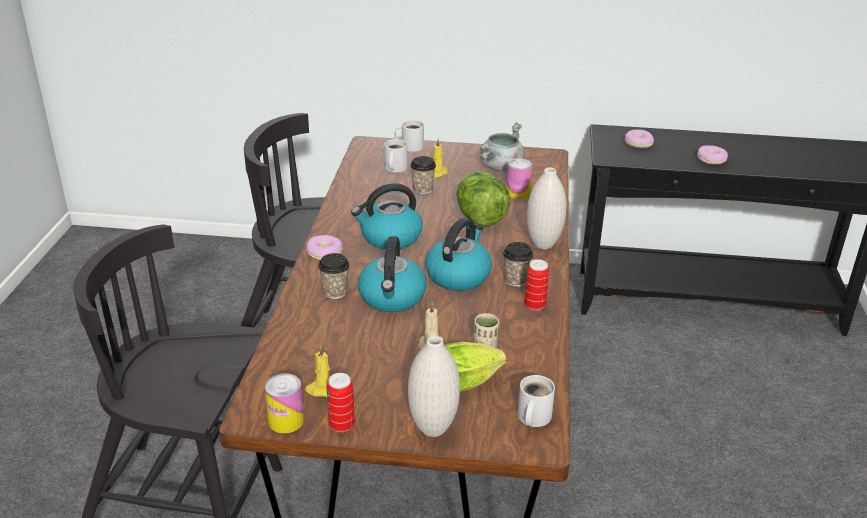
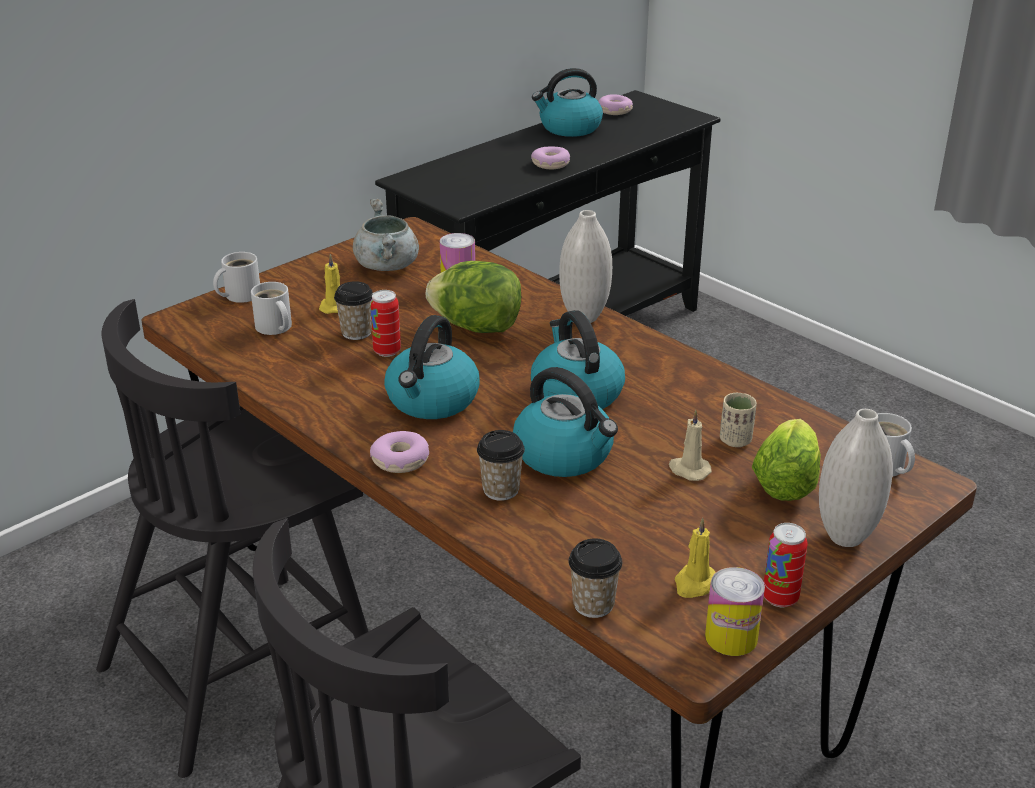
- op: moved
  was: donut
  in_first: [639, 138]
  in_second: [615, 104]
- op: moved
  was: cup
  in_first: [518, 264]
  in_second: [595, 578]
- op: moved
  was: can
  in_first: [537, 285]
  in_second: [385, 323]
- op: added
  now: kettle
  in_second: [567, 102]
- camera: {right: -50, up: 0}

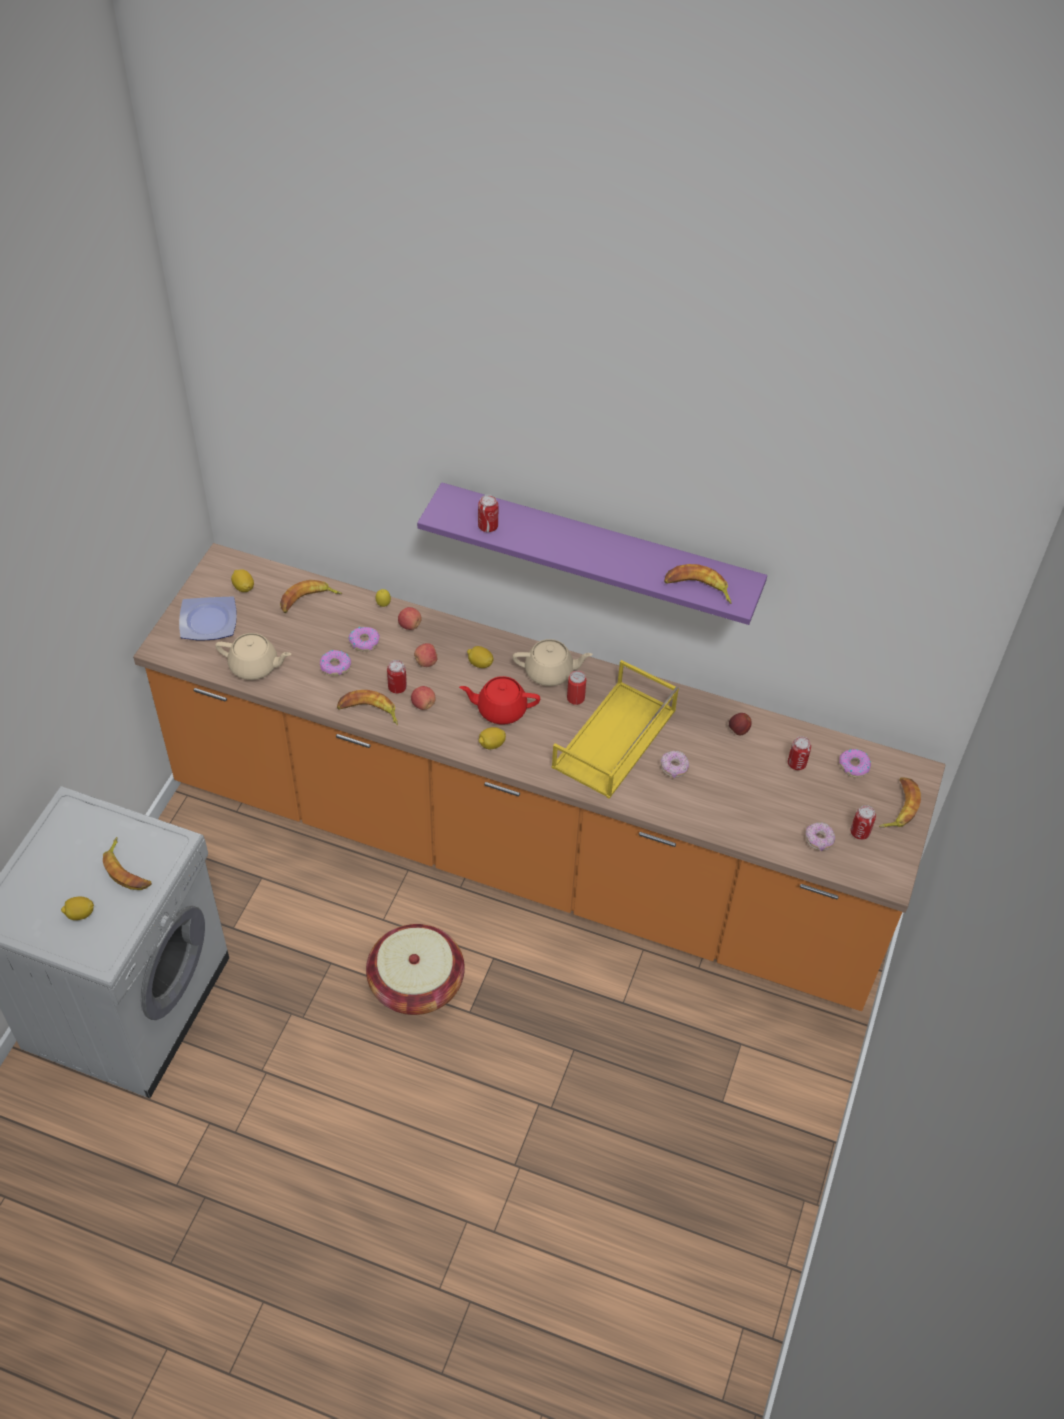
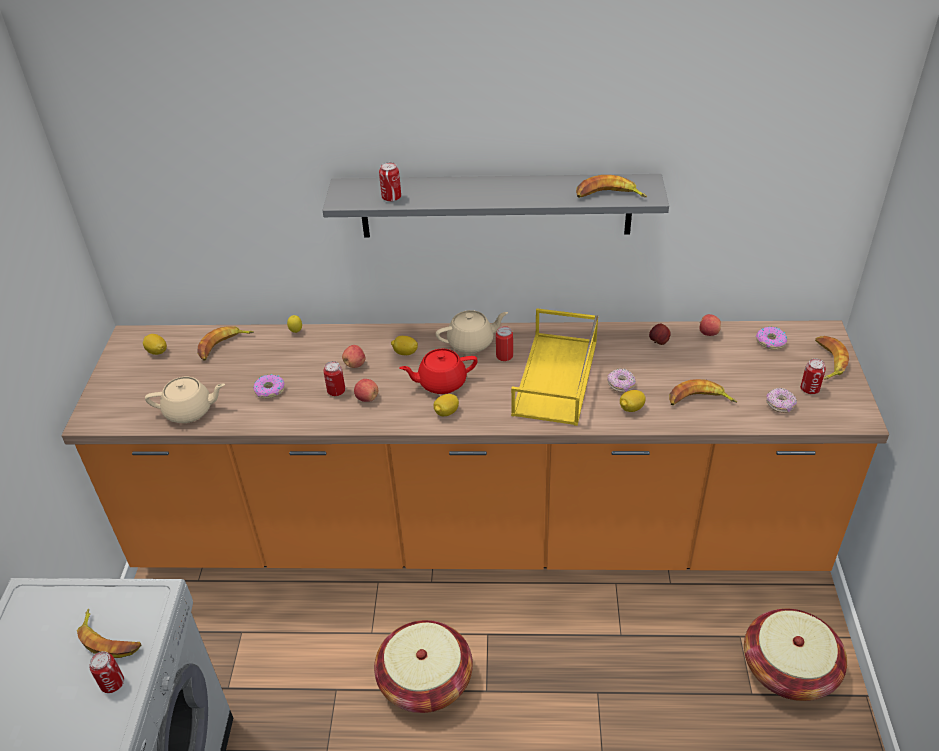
- op: recoloured
  was: purple shelf
  now: grey shelf
  in_first: [592, 553]
  in_second: [495, 206]
- op: removed
  was: plate
  in_first: [208, 618]
- op: moved
  was: apple
  in_first: [410, 618]
  in_second: [710, 325]
- op: removed
  was: donut
  in_first: [364, 639]
- op: moved
  was: banana
  in_first: [367, 707]
  in_second: [703, 392]
- op: moved
  was: can
  in_first: [799, 753]
  in_second: [106, 672]
- op: moved
  was: lemon
  in_first: [77, 908]
  in_second: [633, 401]
- op: added
  now: basket
  in_second: [795, 654]
- camera: {right: -15, up: -10}

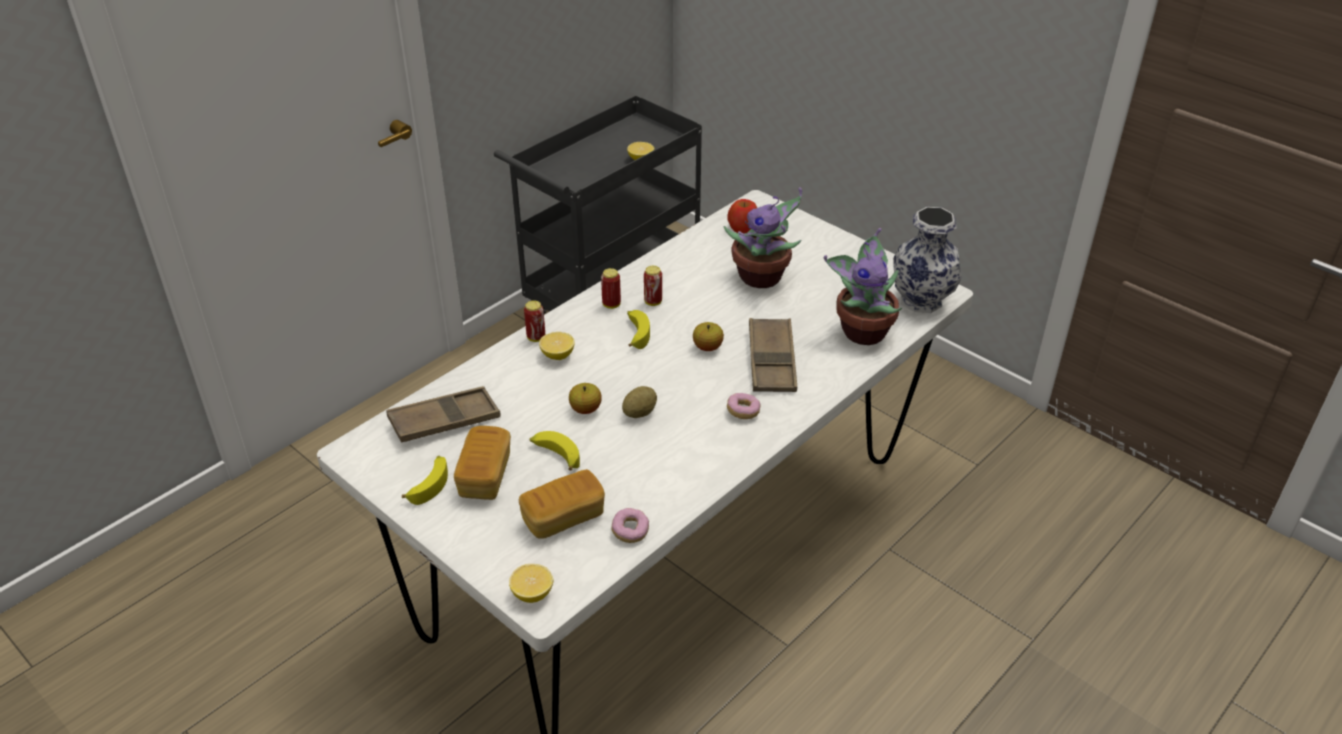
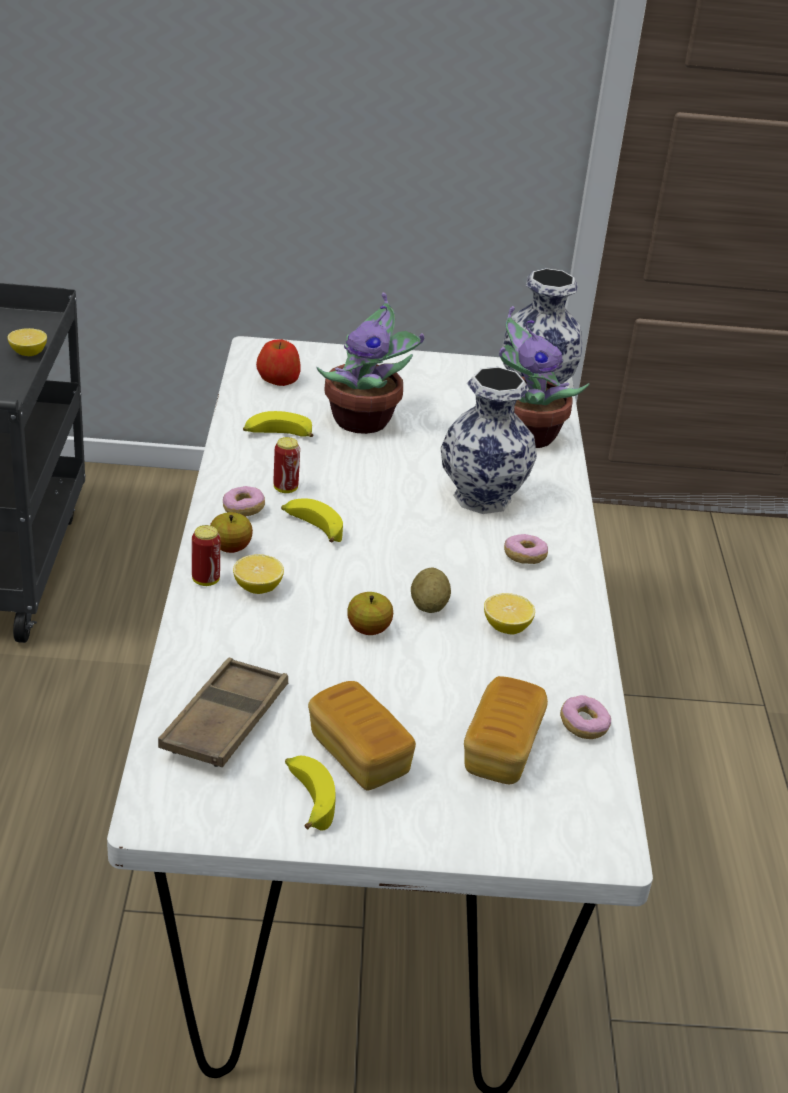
- op: replaced
  was: can
  now: donut
  in_first: [611, 288]
  in_second: [244, 501]
- op: replaced
  was: brown tray
  now: vase
  in_first: [773, 355]
  in_second: [489, 440]
- op: moved
  was: apple
  in_first: [708, 336]
  in_second: [231, 532]
- op: moved
  was: banana
  in_first: [555, 451]
  in_second: [278, 424]
- op: moved
  was: lemon
  in_first: [531, 583]
  in_second: [509, 614]
- camera: {right: -45, up: -5}

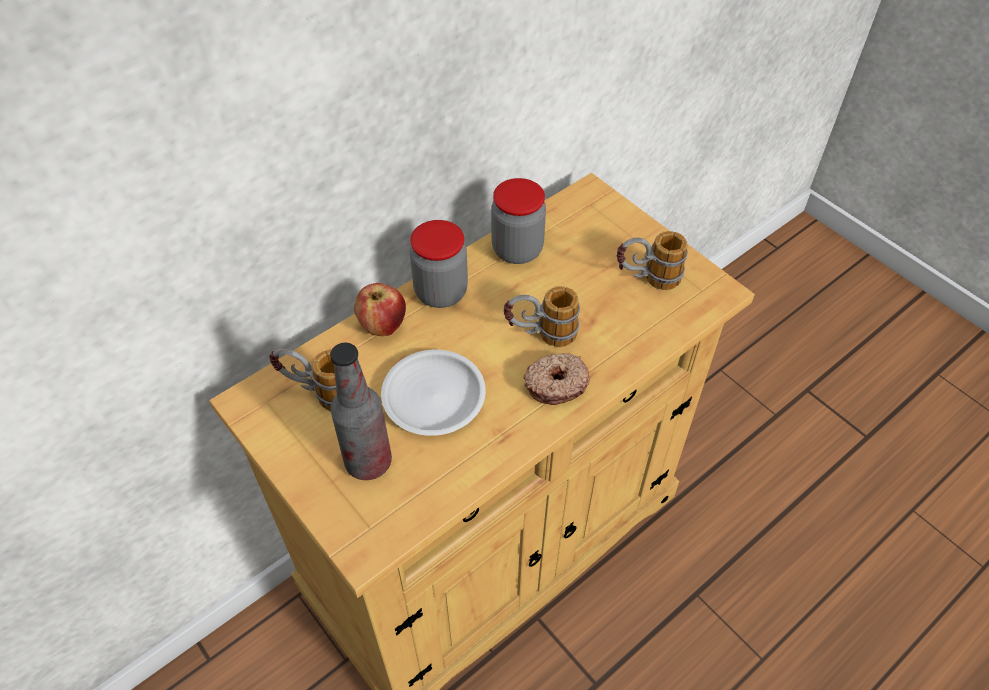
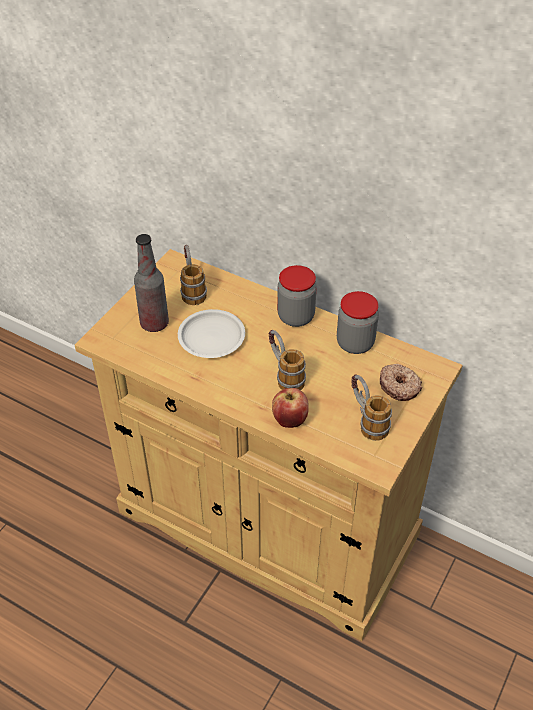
- op: moved
  was: apple
  in_first: [380, 309]
  in_second: [290, 408]
- op: moved
  was: donut
  in_first: [556, 379]
  in_second: [401, 382]
- camera: {right: 70, up: -5}

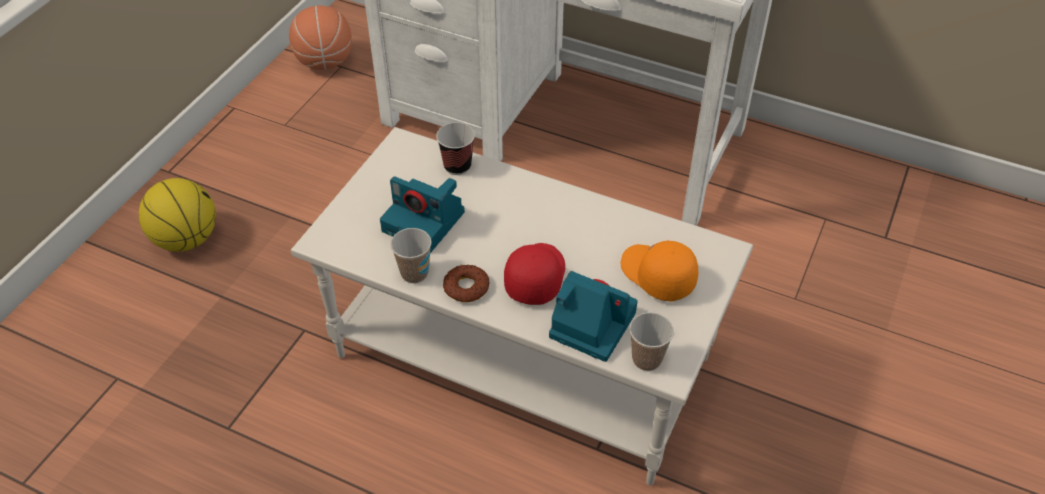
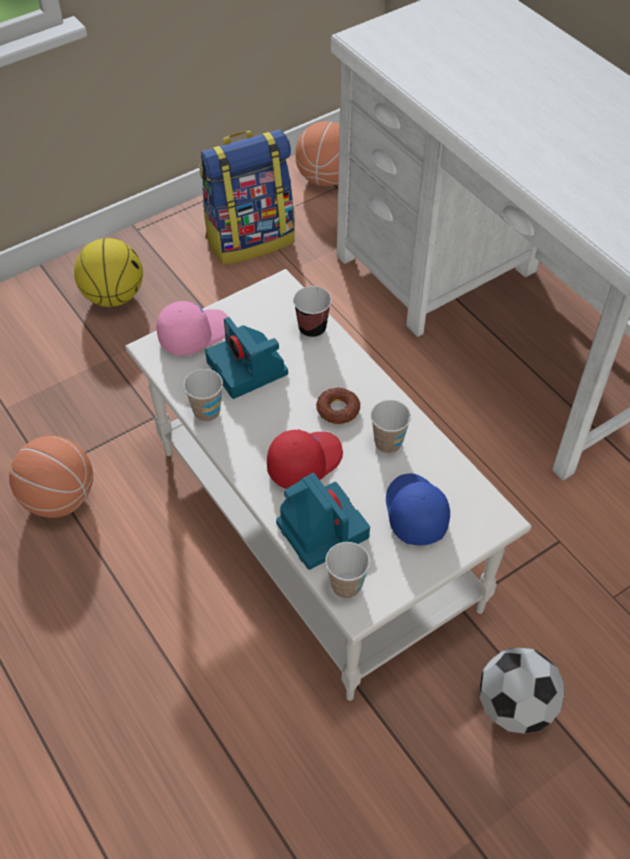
- op: recoloured
  was: orange cap
  now: blue cap
  in_first: [659, 271]
  in_second: [418, 509]
- op: moved
  was: donut
  in_first: [466, 283]
  in_second: [338, 405]
- op: added
  now: backpack
  in_second: [247, 197]
- op: added
  now: pink cap
  in_second: [192, 328]
- op: added
  now: cup
  in_second: [391, 427]
- op: added
  now: basketball
  in_second: [51, 477]
- op: added
  now: football
  in_second: [521, 691]
- camera: {right: 30, up: 5}

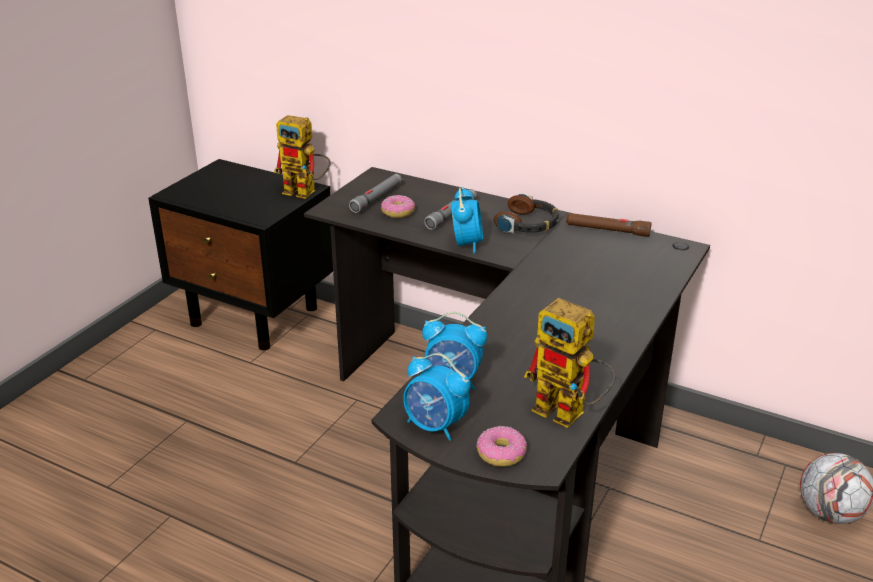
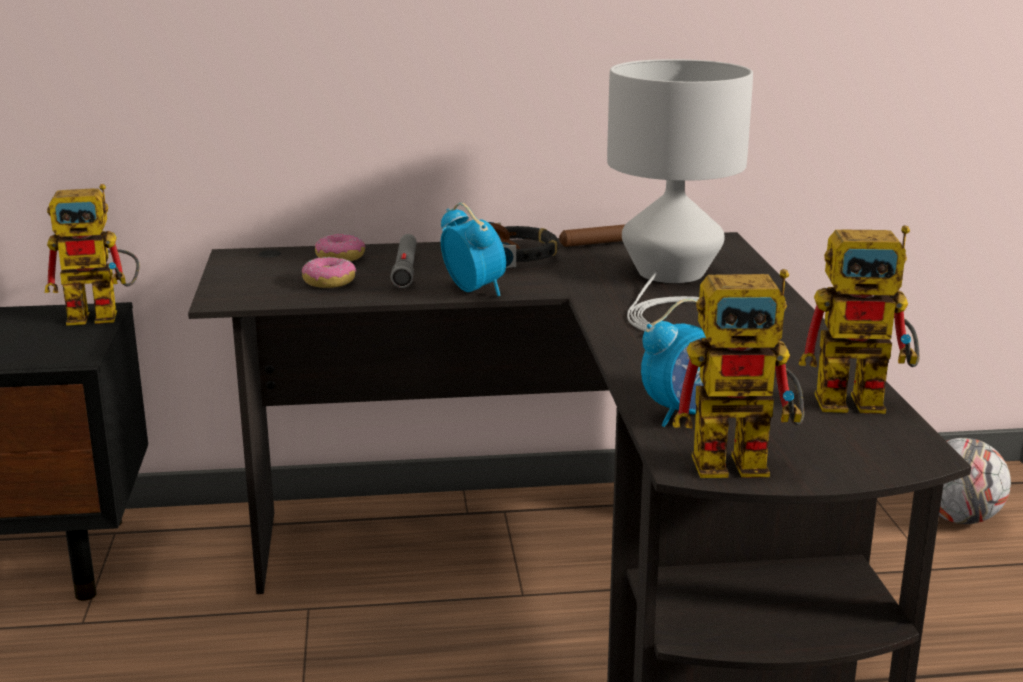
- op: removed
  was: grey flashlight
  in_first: [375, 193]
- op: replaced
  was: alarm clock
  now: toy robot
  in_first: [436, 397]
  in_second: [738, 373]
- op: moved
  was: donut
  in_first: [501, 446]
  in_second: [340, 247]
- op: added
  now: grey table lamp
  in_second: [680, 195]
- camera: {right: -35, up: -10}

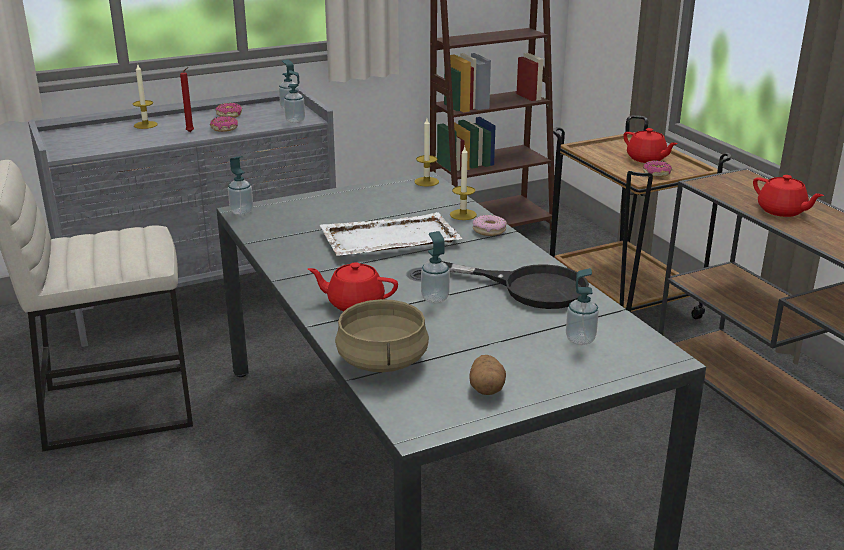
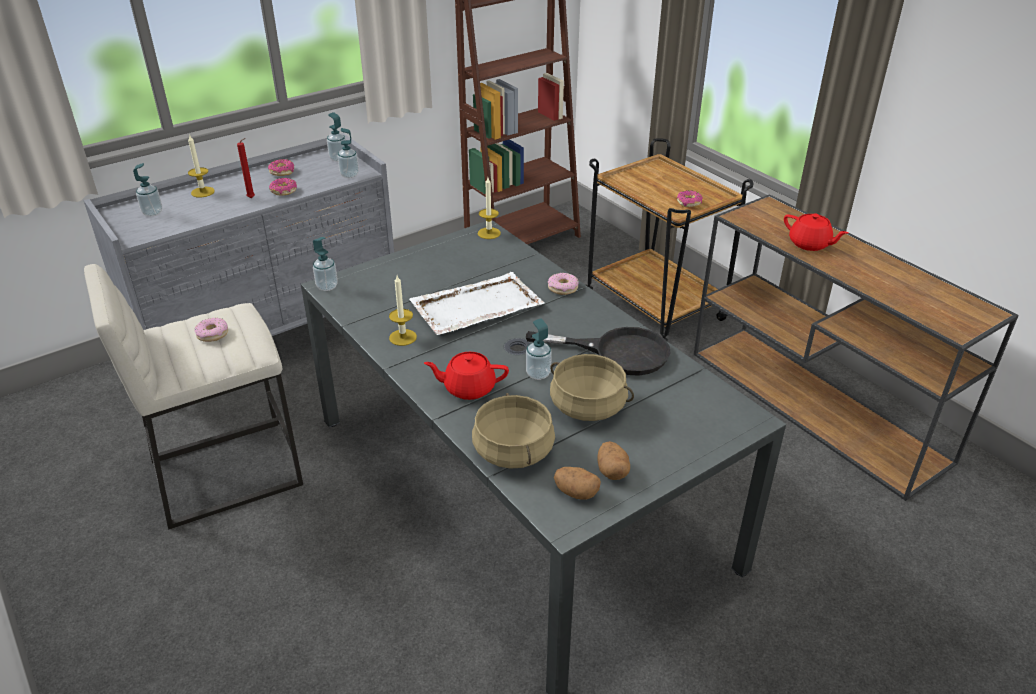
- op: removed
  was: red teapot
  in_first: [650, 145]
- op: moved
  was: candle
  in_first: [463, 183]
  in_second: [403, 311]
- op: moved
  was: soap dispenser
  in_first: [582, 306]
  in_second: [147, 189]
- op: added
  now: donut
  in_second: [211, 330]
- op: added
  now: beige cooking pot
  in_second: [592, 387]
- op: added
  now: potato
  in_second: [577, 483]
- camera: {right: -10, up: 10}

